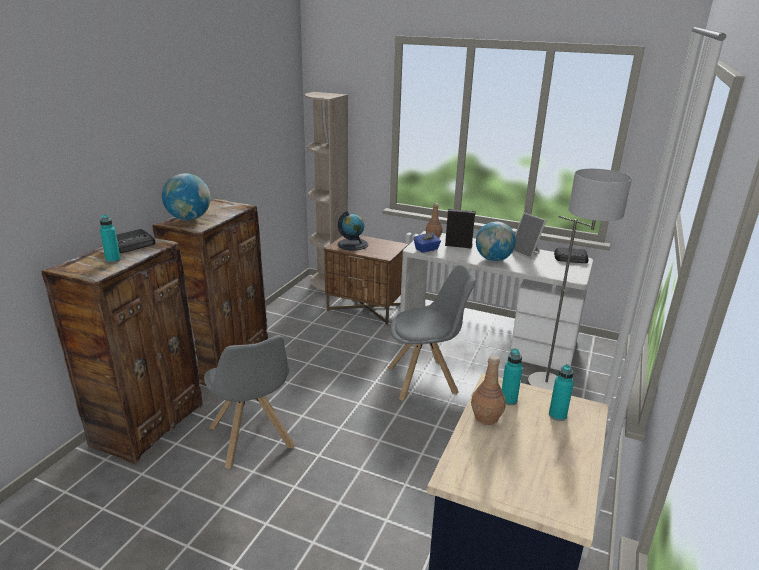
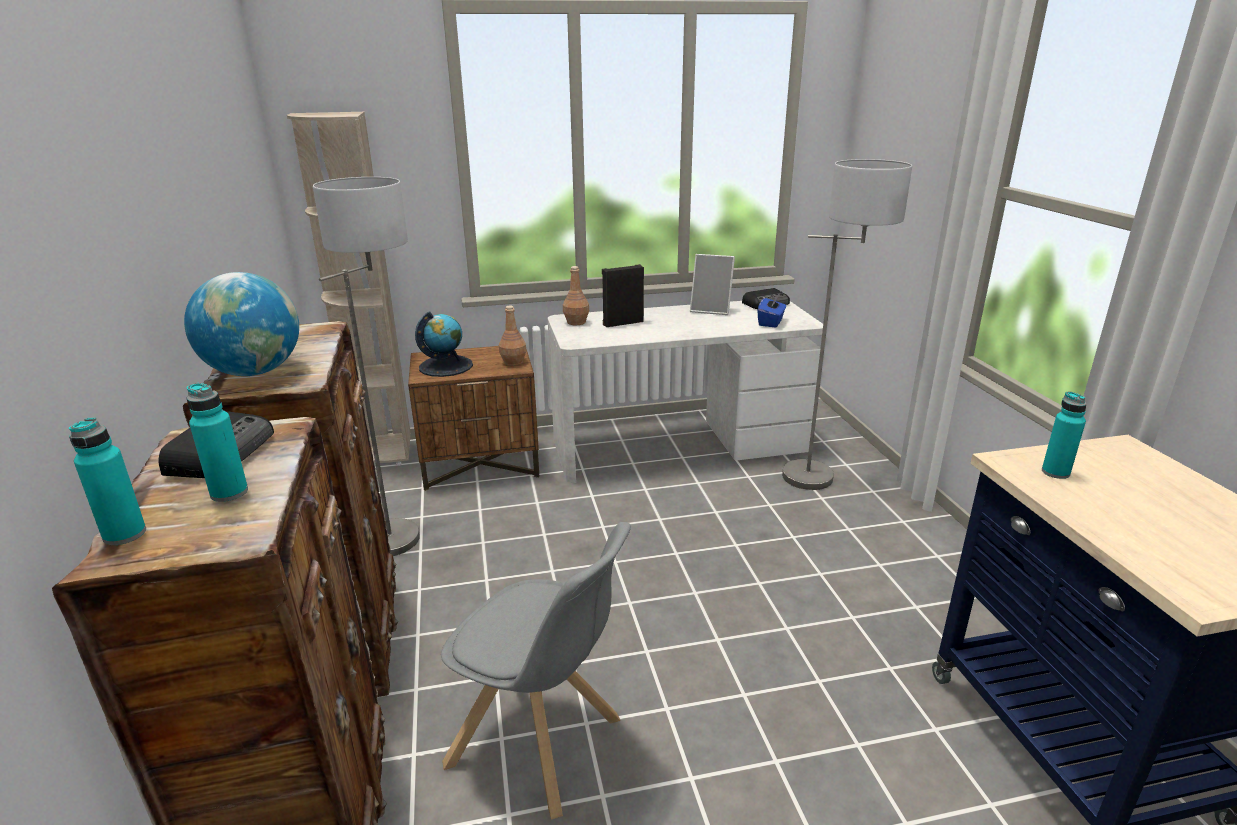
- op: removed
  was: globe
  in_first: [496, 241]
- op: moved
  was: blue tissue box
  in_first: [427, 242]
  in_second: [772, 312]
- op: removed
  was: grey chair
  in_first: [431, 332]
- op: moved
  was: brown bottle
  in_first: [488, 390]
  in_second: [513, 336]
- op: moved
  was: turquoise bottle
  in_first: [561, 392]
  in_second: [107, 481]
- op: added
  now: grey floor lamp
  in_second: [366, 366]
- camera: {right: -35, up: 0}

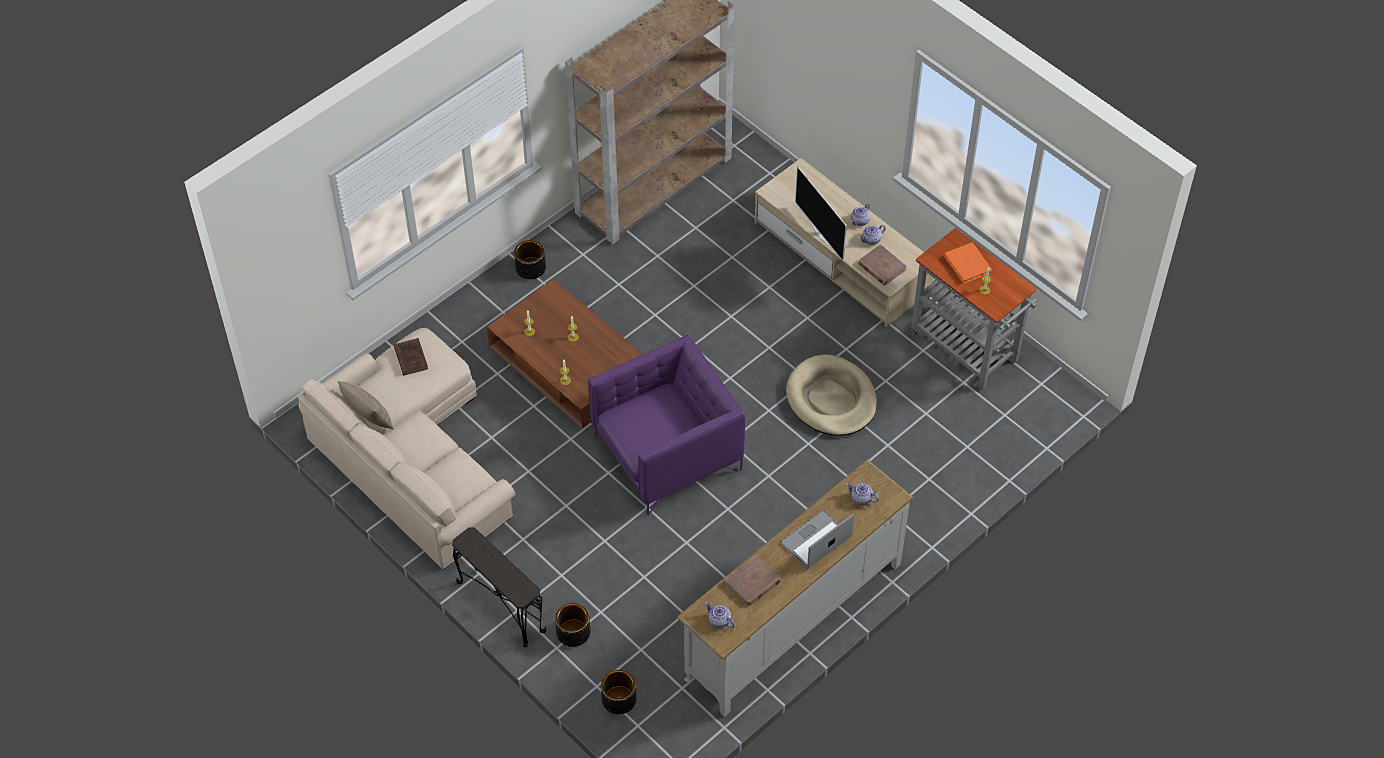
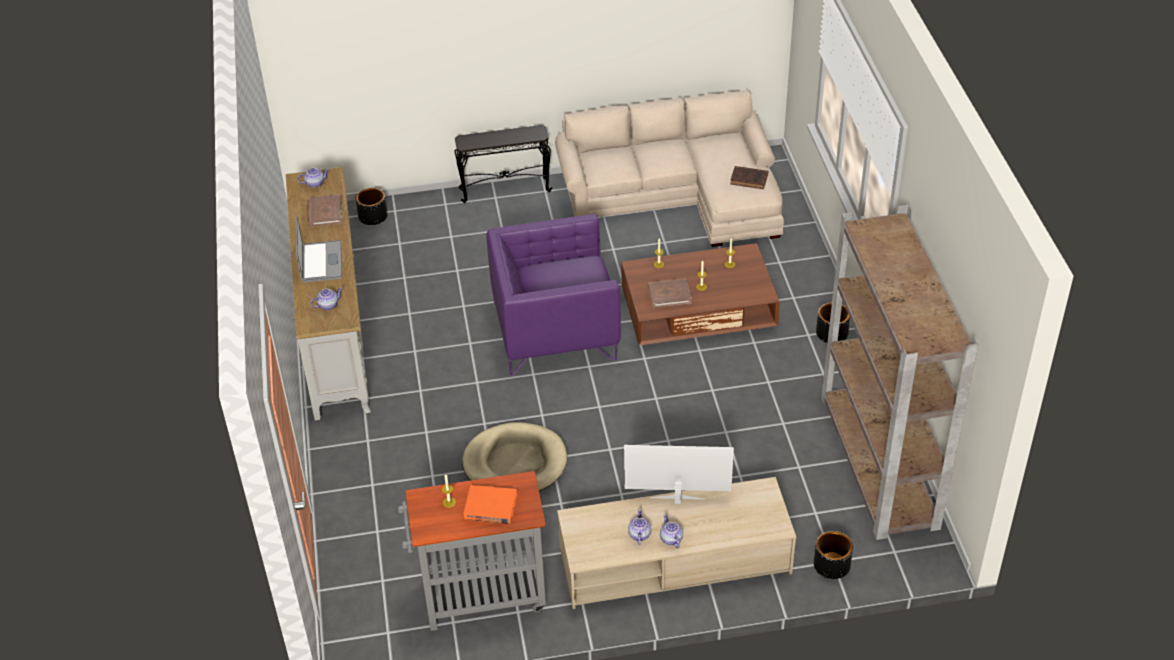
- op: moved
  was: brown book
  in_first: [882, 265]
  in_second: [670, 293]
- op: turned
  was: purple armchair
  in_first: [666, 425]
  in_second: [554, 295]
  clockwise: 75
- op: removed
  was: beige pillow
  in_first: [365, 405]
- op: moved
  was: black planter
  in_first: [572, 625]
  in_second: [833, 555]
- camera: {right: 125, up: -10}

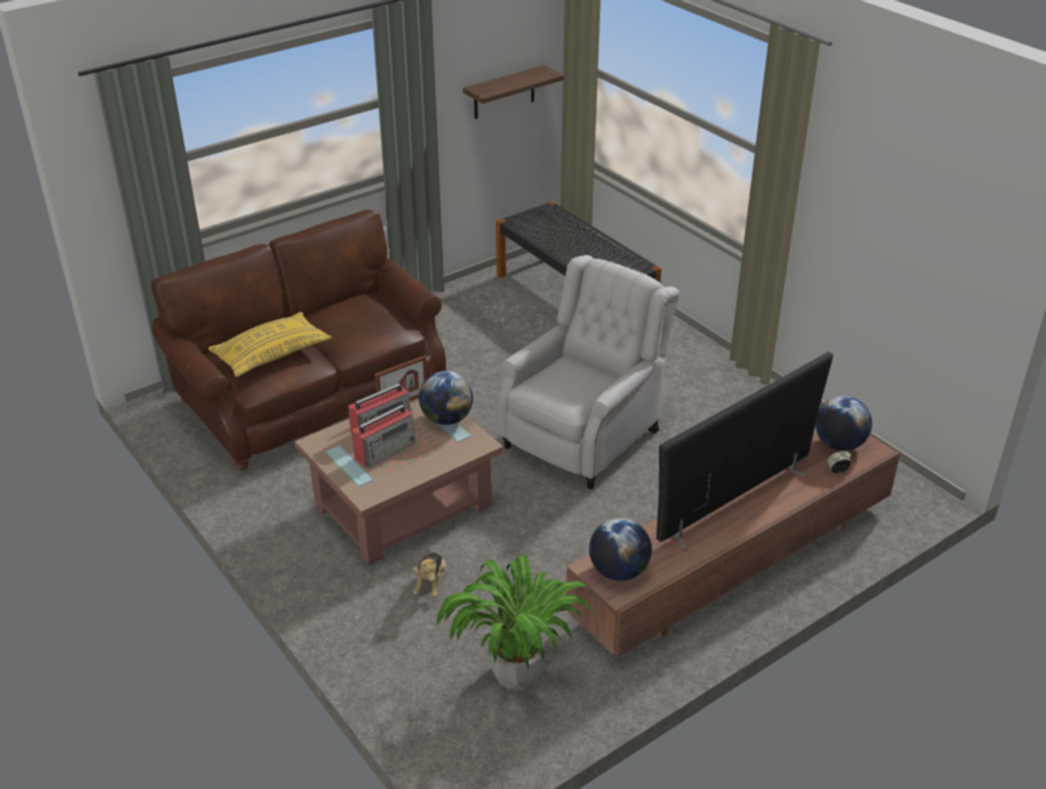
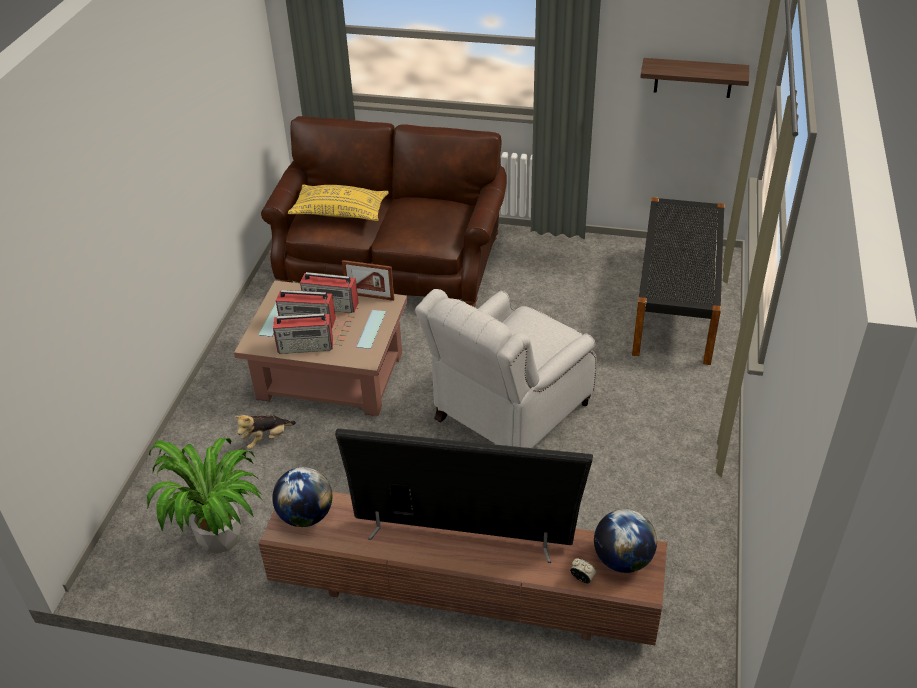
- op: turned
  was: white armchair
  in_first: [588, 372]
  in_second: [506, 368]
  clockwise: 135
- op: removed
  was: globe
  in_first: [446, 398]
- op: added
  now: radio
  in_second: [303, 333]
- camera: {right: 50, up: 5}

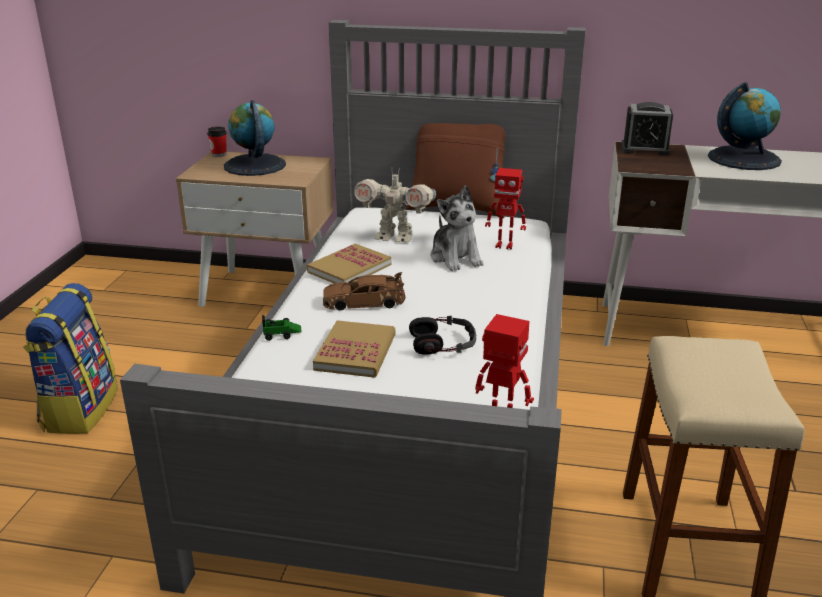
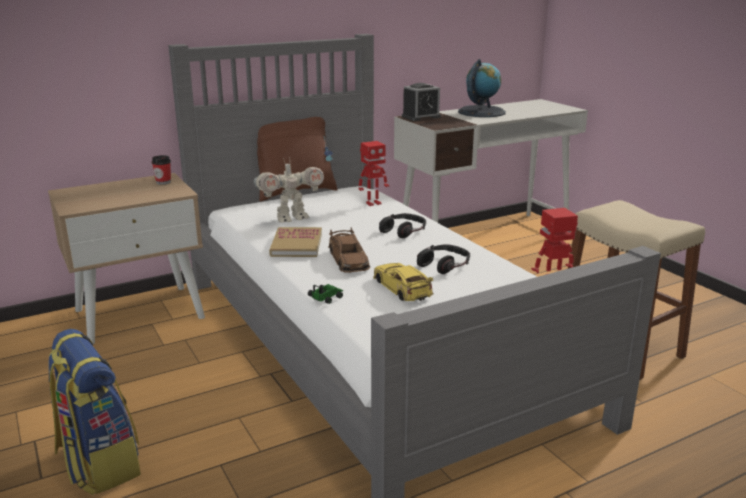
- op: removed
  was: globe
  in_first: [255, 138]
- op: moved
  was: cup
  in_first: [217, 142]
  in_second: [161, 170]
- op: removed
  was: plush toy
  in_first: [457, 228]
- op: turned
  was: brown toy car
  in_first: [364, 291]
  in_second: [349, 250]
  clockwise: -60
- op: replaced
  was: book
  now: yellow toy car
  in_first: [354, 349]
  in_second: [403, 282]
- op: added
  now: headphones
  in_second: [402, 225]
- camera: {right: -40, up: -5}

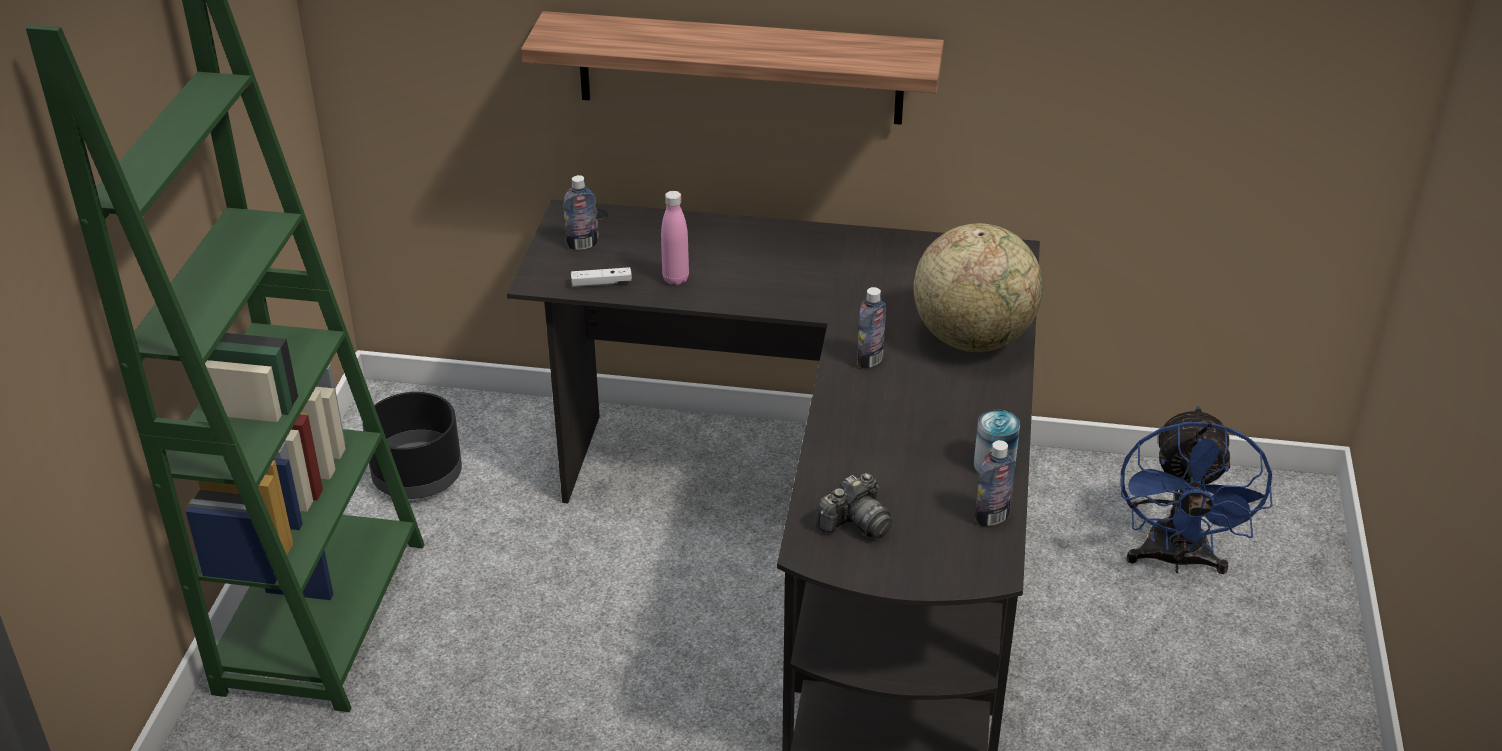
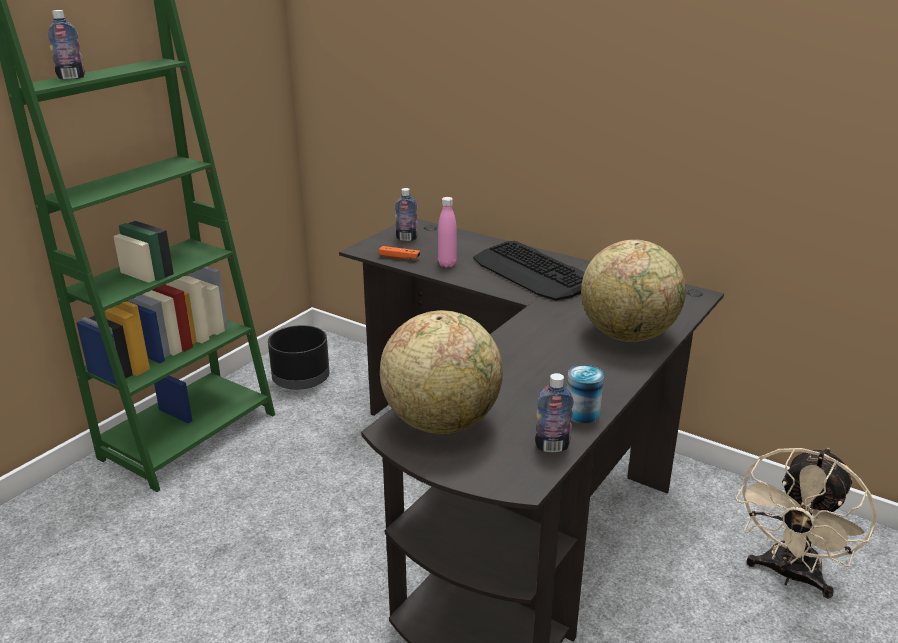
- op: removed
  was: shelf
  in_first: [732, 68]
- op: recoloured
  was: white game controller
  now: orange game controller
  in_first: [601, 277]
  in_second: [399, 253]
- op: moved
  was: bottle
  in_first: [871, 328]
  in_second: [66, 45]
- op: recoloured
  was: blue fan
  now: beige fan
  in_first: [1196, 490]
  in_second: [806, 523]
- op: replaced
  was: photo camera
  now: globe
  in_first: [854, 506]
  in_second: [441, 372]
- op: added
  now: keyboard
  in_second: [529, 271]
- camera: {right: 25, up: -10}

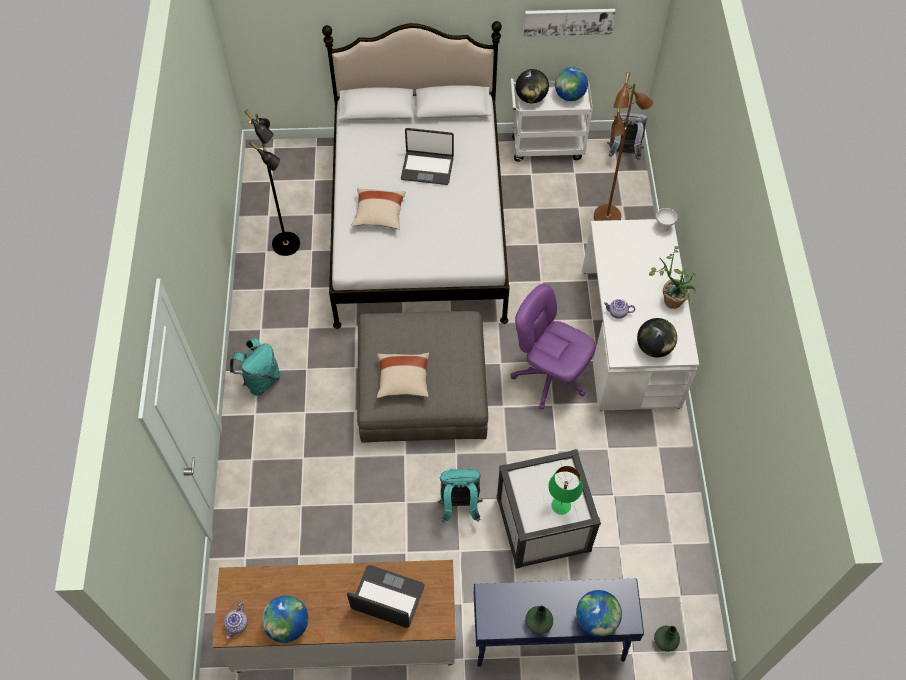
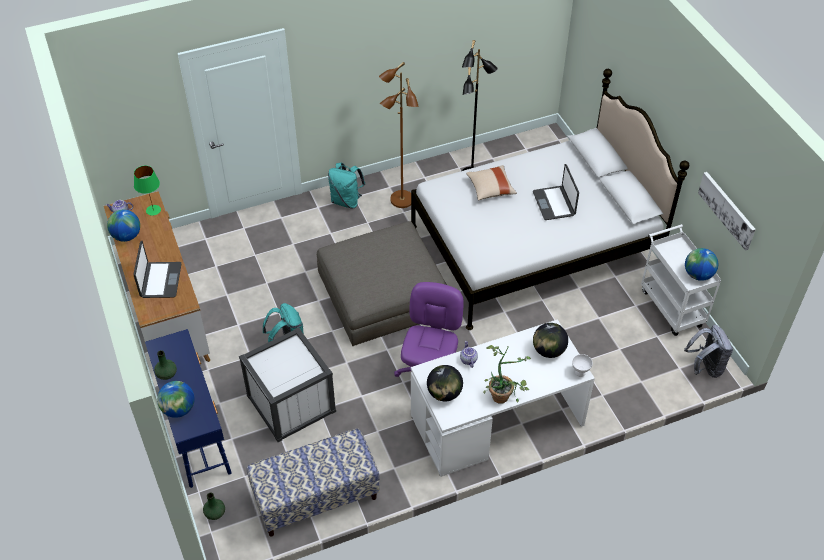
- op: moved
  was: globe
  in_first: [532, 86]
  in_second: [550, 340]
- op: moved
  was: brown floor lamp
  in_first: [623, 146]
  in_second: [398, 135]
- op: removed
  was: beige pillow
  in_first: [403, 375]
- op: moved
  was: green table lamp
  in_first: [565, 490]
  in_second: [147, 191]
- op: added
  now: bench
  in_second: [313, 482]
- camera: {right: 70, up: -10}

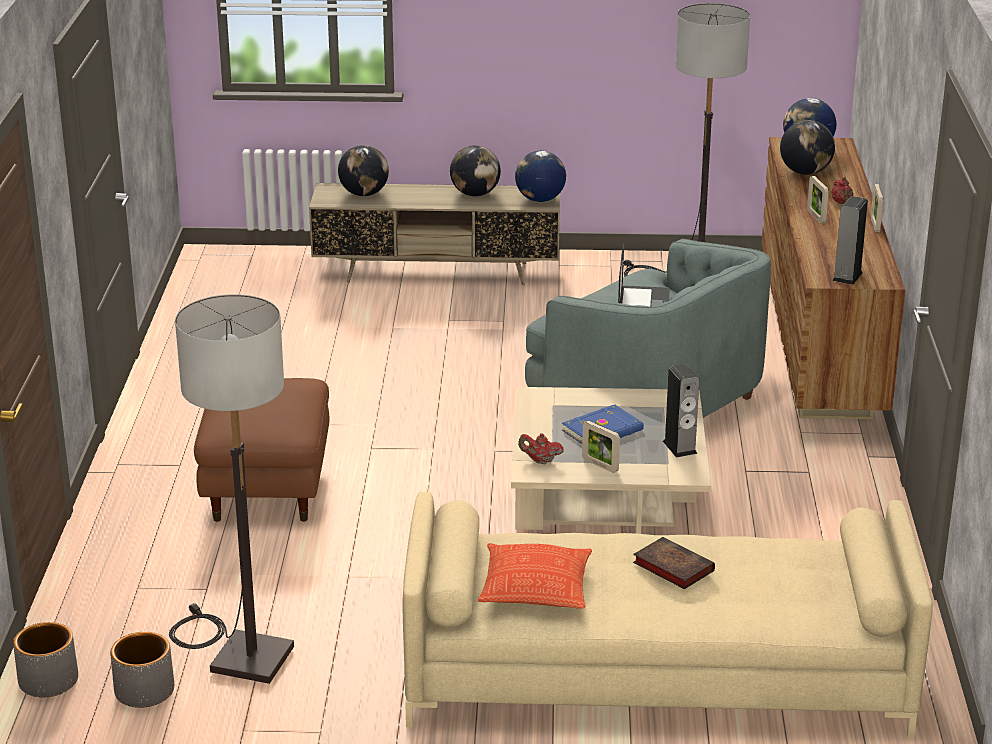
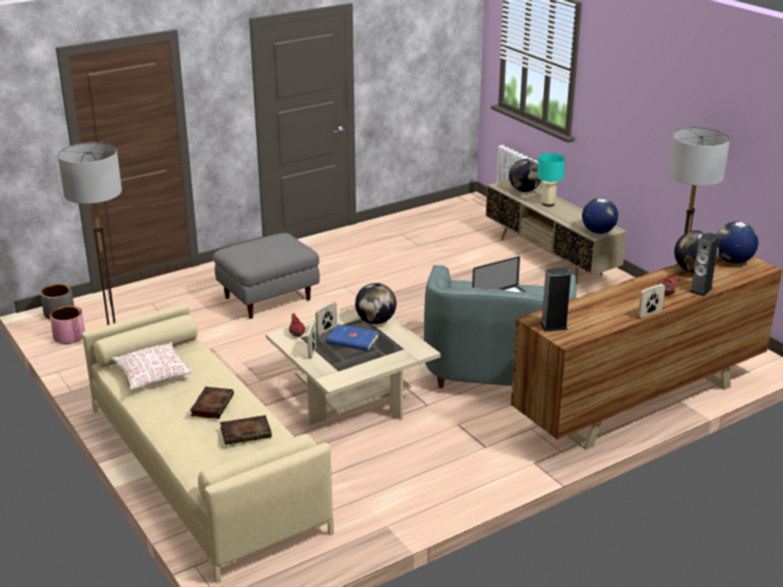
- op: moved
  was: globe
  in_first: [475, 170]
  in_second: [375, 303]
- op: moved
  was: picture frame
  in_first: [818, 200]
  in_second: [326, 319]
- op: moved
  was: speaker
  in_first: [681, 411]
  in_second: [704, 264]
- op: recoloured
  was: brown ottoman
  now: grey ottoman
  in_first: [261, 450]
  in_second: [266, 276]
- op: recoloured
  was: orange pillow
  now: white pillow
  in_first: [535, 576]
  in_second: [153, 365]
- op: recoloured
  was: grey planter
  now: pink planter
  in_first: [142, 670]
  in_second: [67, 325]
- op: added
  now: turquoise table lamp
  in_second: [551, 180]
- op: added
  now: book
  in_second: [246, 430]
- camera: {right: 55, up: 0}

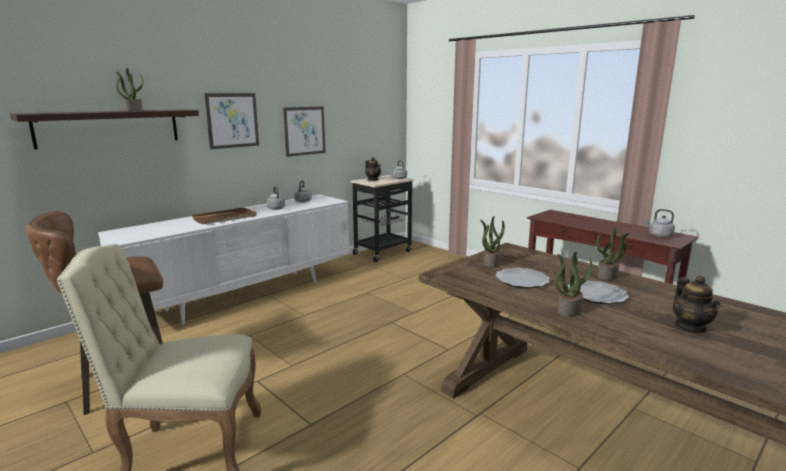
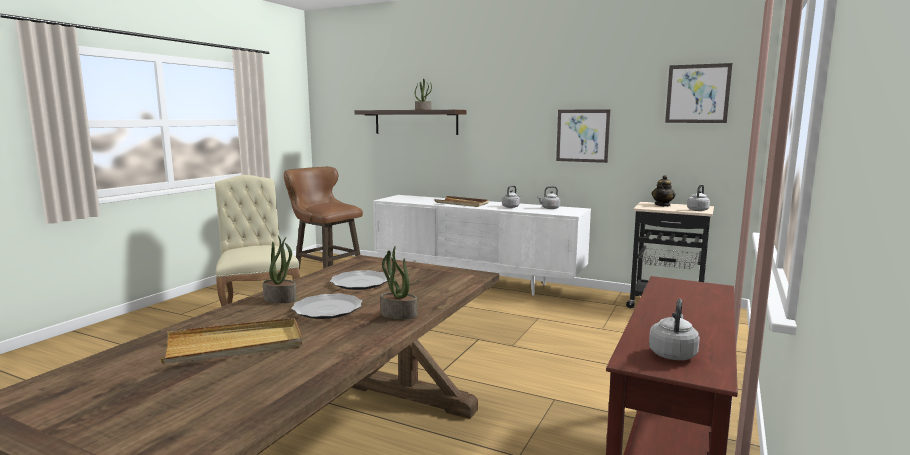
- op: moved
  was: picture
  in_first: [231, 121]
  in_second: [698, 93]
- op: removed
  was: potted plant
  in_first: [492, 241]
- op: replaced
  was: teapot
  now: beige tray
  in_first: [696, 304]
  in_second: [231, 341]
- camera: {right: 70, up: -5}

